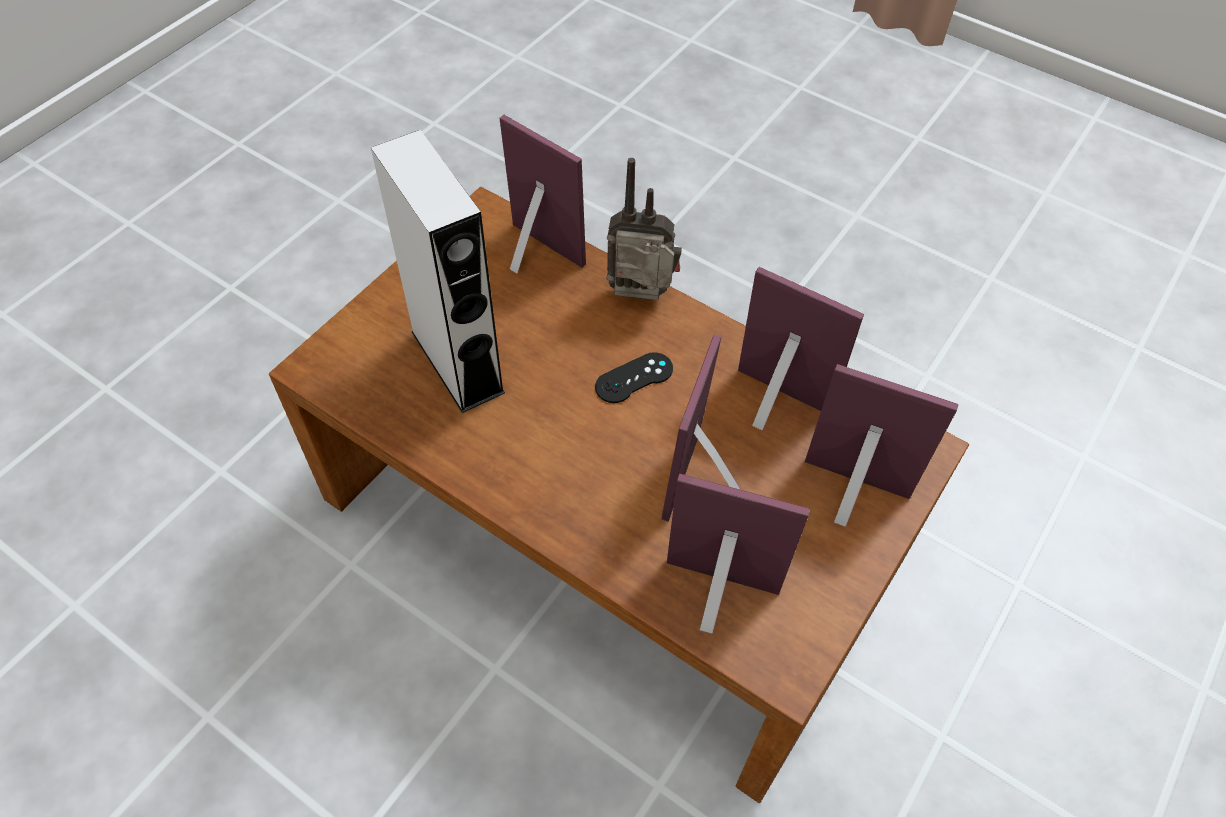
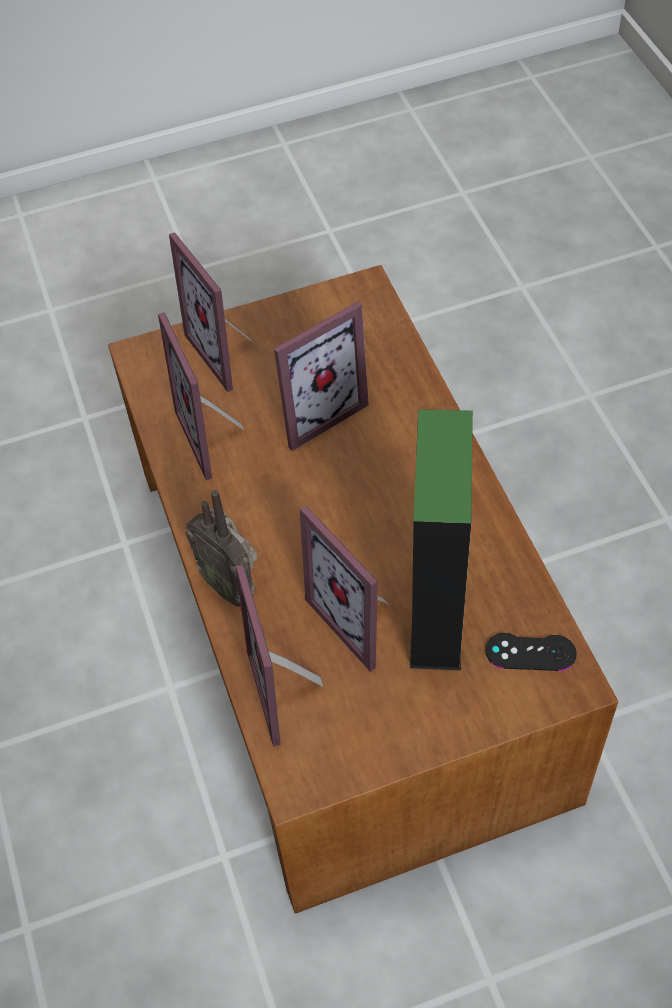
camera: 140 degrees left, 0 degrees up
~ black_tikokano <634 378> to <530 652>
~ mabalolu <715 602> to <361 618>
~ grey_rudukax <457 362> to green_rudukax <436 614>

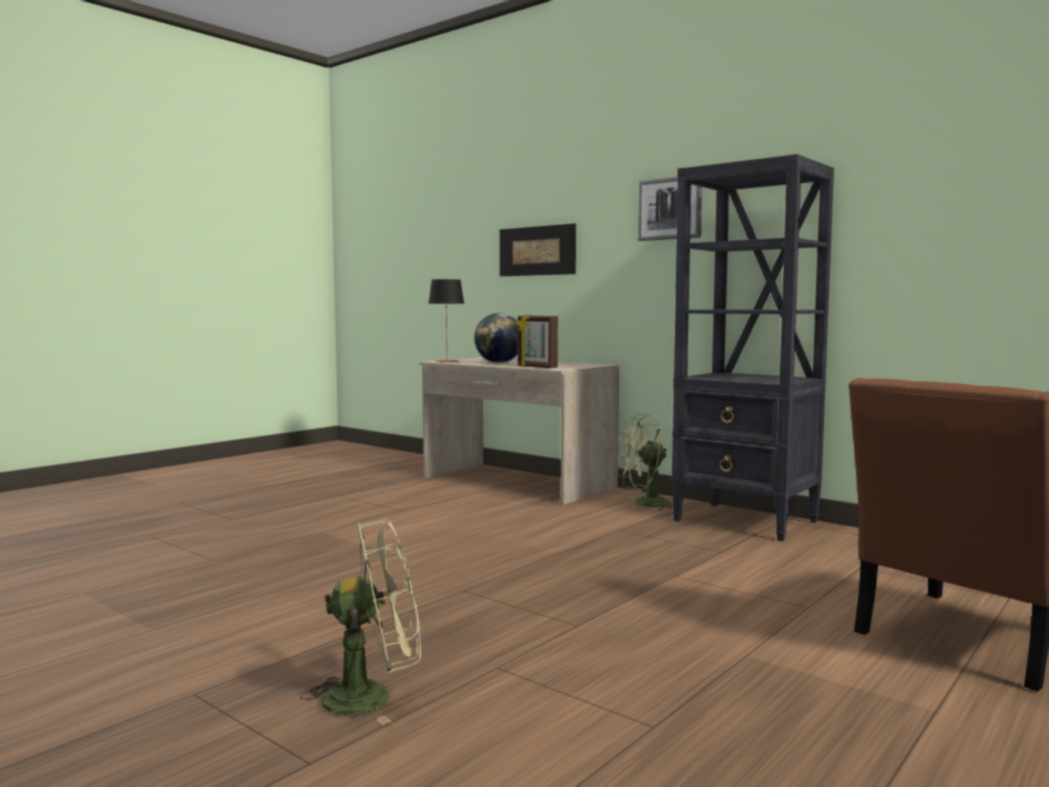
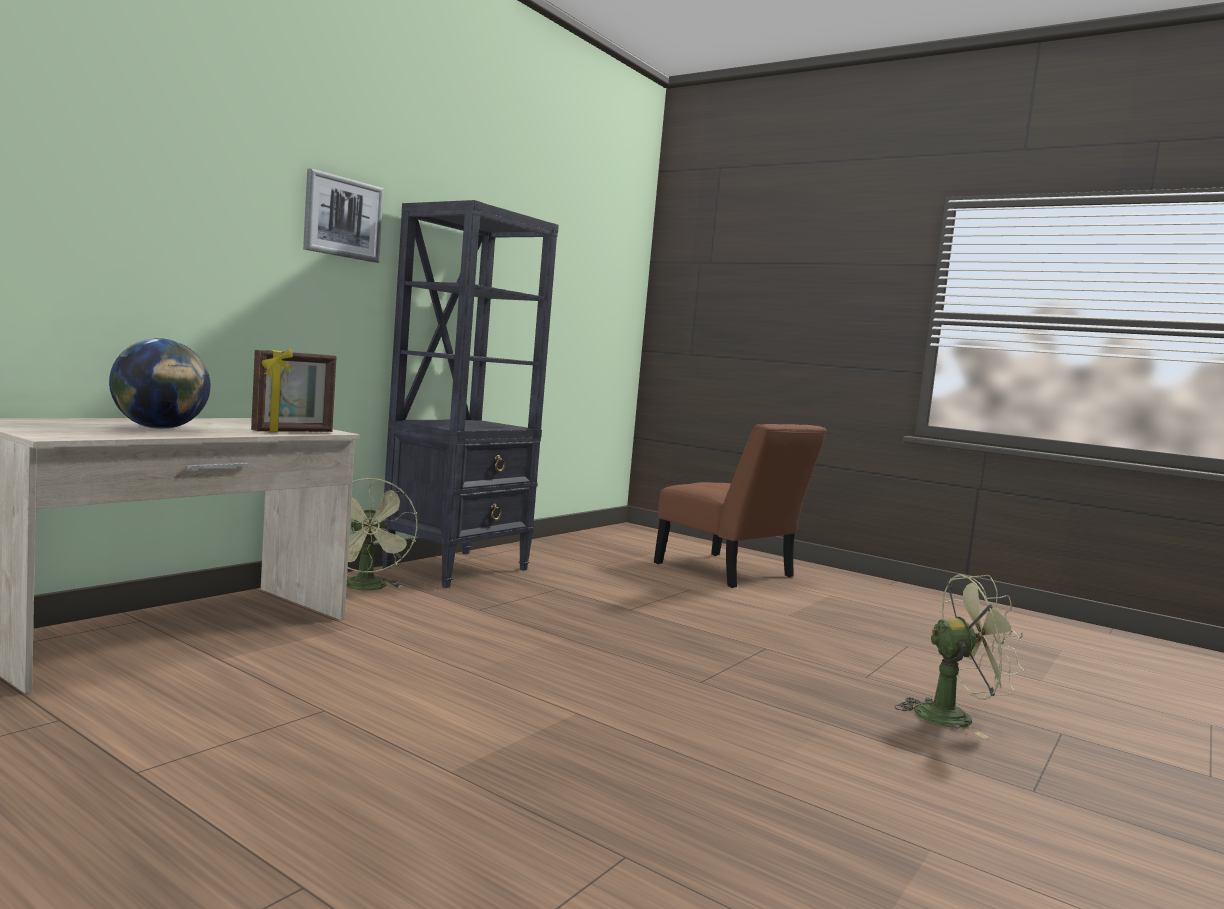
camera: 95 degrees left, 0 degrees up
- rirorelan <447 361>
- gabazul <537 251>
~ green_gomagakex <372 696> = <954 717> 105 degrees clockwise

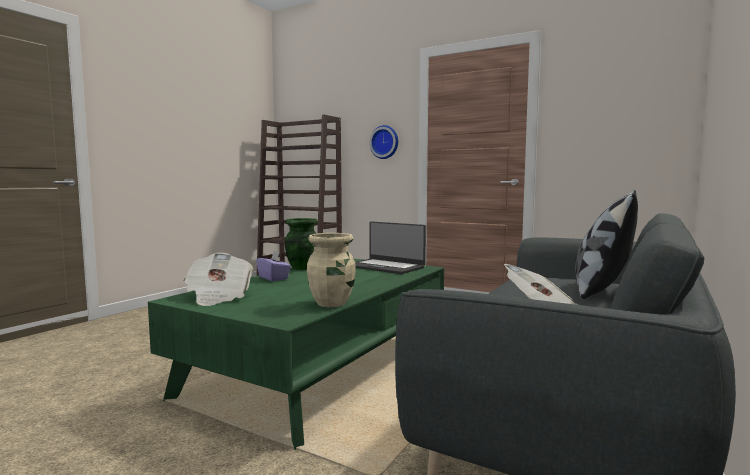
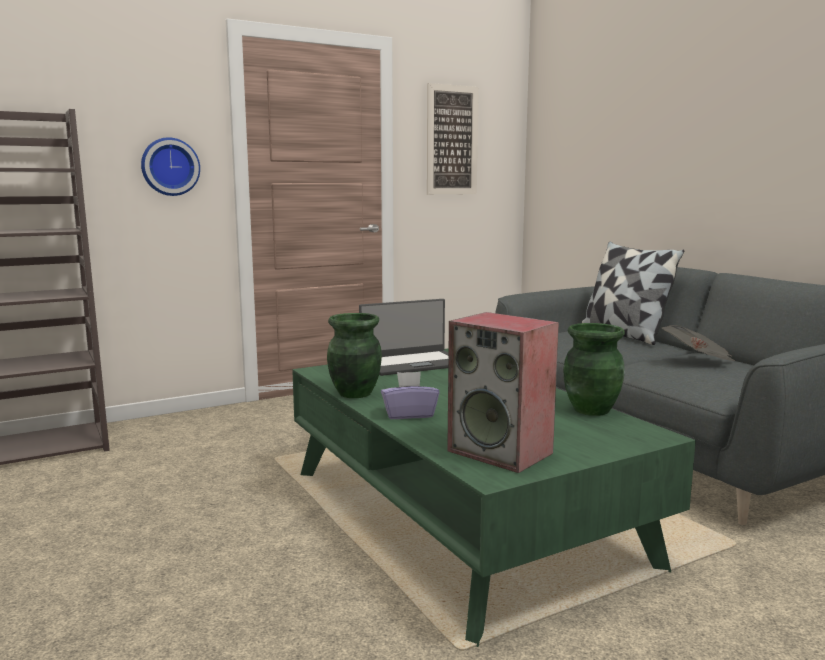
camera: 60 degrees left, 5 degrees up
+ gabazul <452 140>
~ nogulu <218 297> to rudukax <502 452>
~ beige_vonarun <332 303> to green_vonarun <591 410>

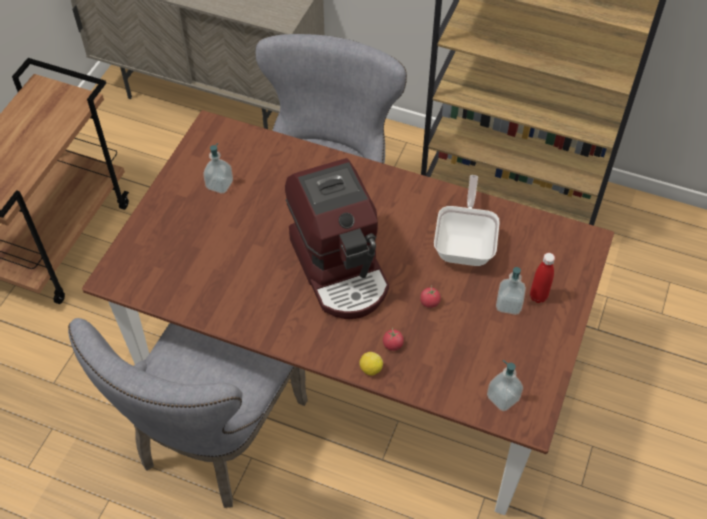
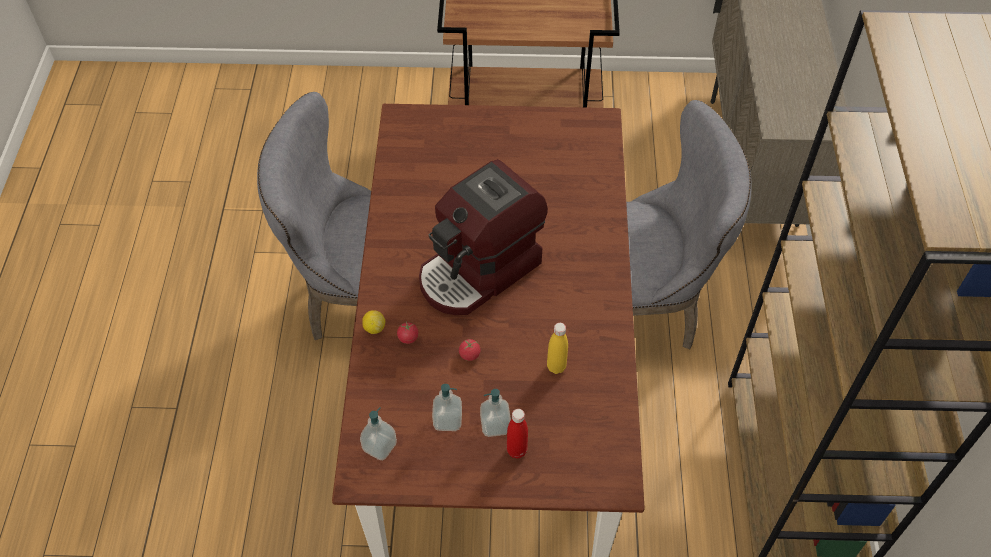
camera: 70 degrees right, 0 degrees up
~ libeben <219 185> to <447 420>
~ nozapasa <465 244> to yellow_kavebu <556 367>

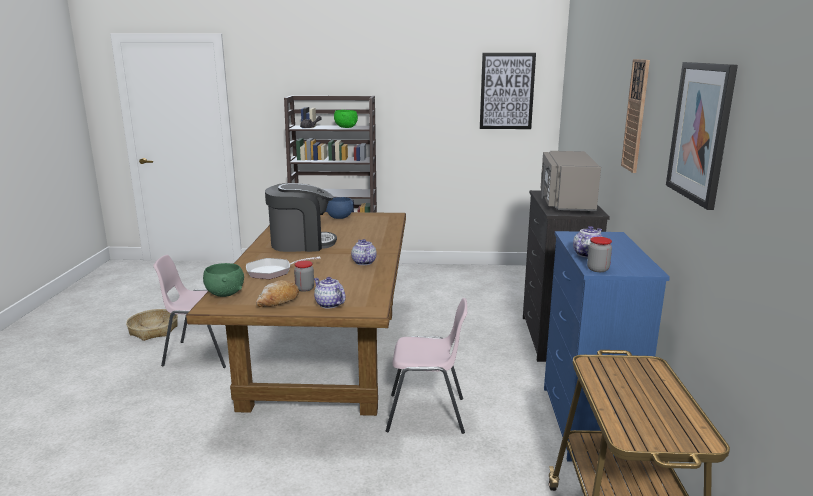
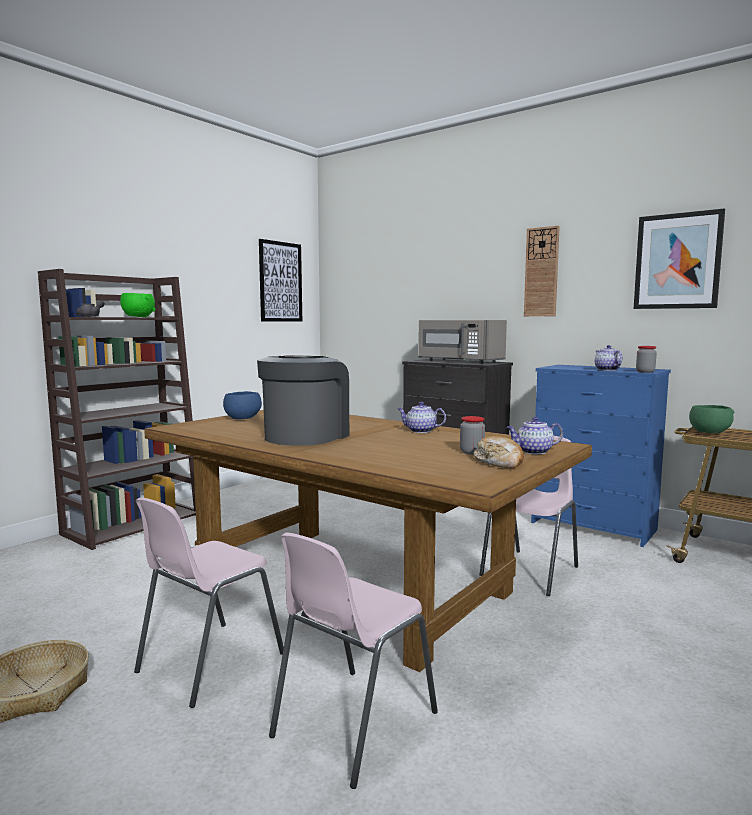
camera: 55 degrees left, 10 degrees down
- nozapasa <273 272>
+ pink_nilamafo <352 724>
~ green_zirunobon <225 294> to <708 433>

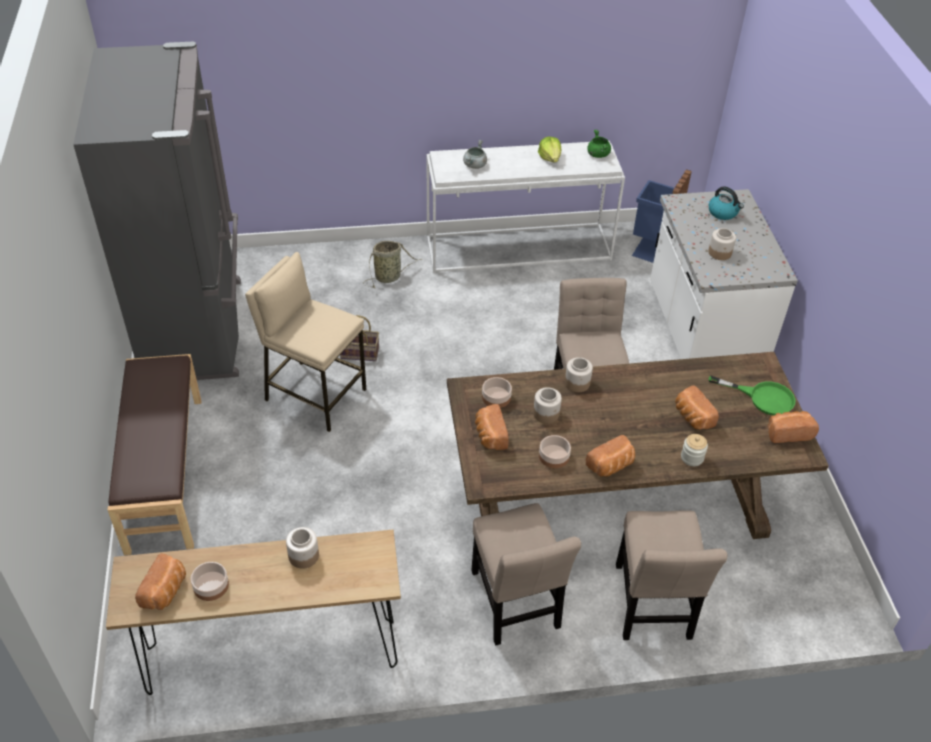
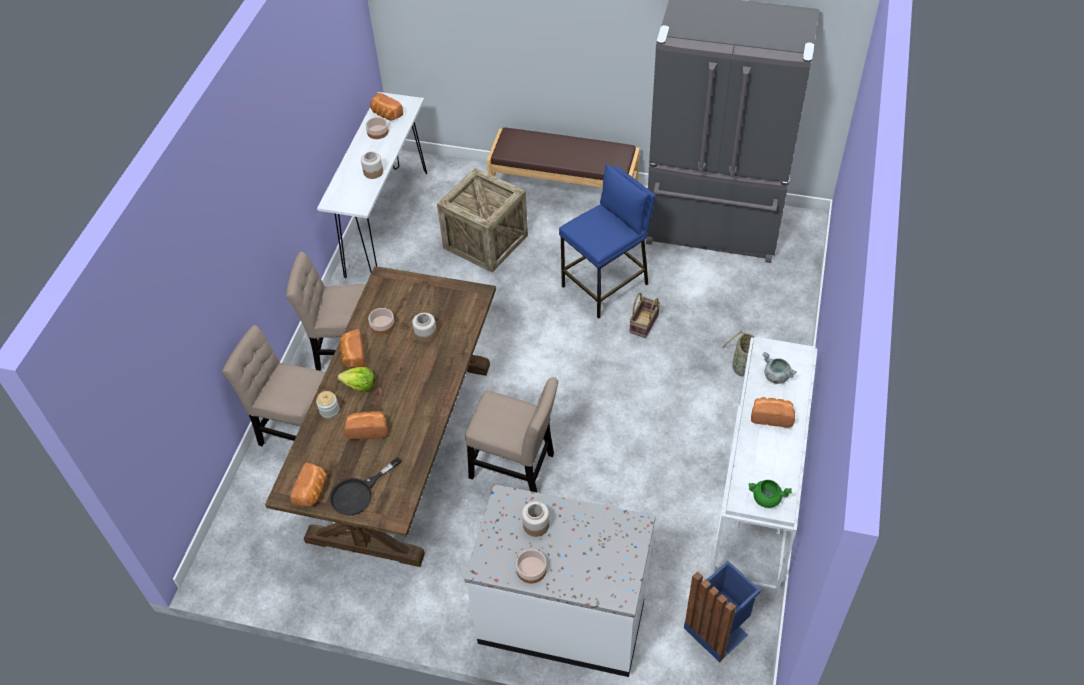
camera: 115 degrees right, 5 degrees up
- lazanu <577 383>
- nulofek <723 212>
+ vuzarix <485 241>
~ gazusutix <489 435> to <771 416>
~ zirunobon <496 397> to <532 570>
~ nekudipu <550 158> to <359 385>
~ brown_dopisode <272 657> to white_dopisode <386 223>
~ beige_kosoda <315 395> to blue_kosoda <606 285>
~ green_nozapasa <762 397> to black_nozapasa <358 493>

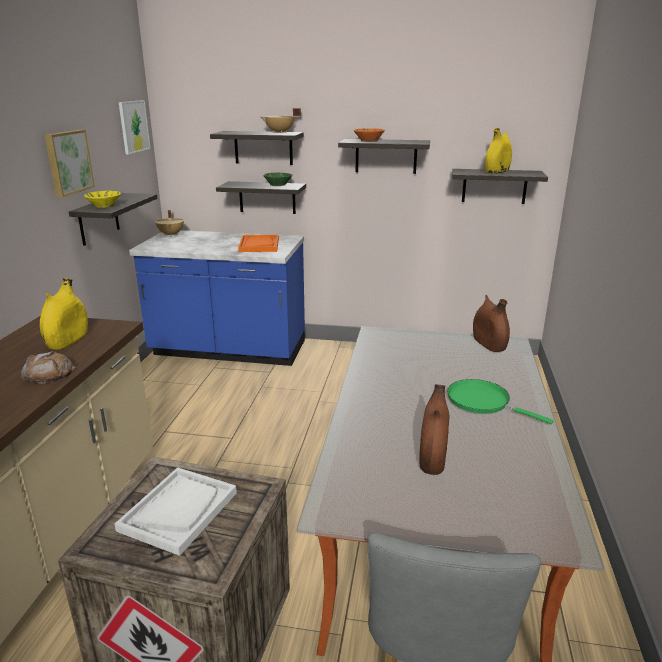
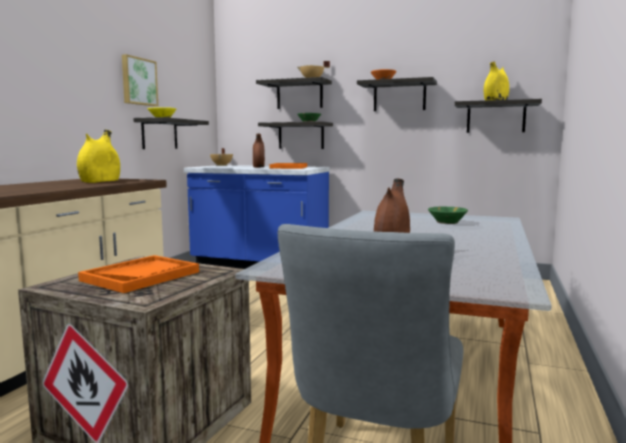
camera: 10 degrees right, 15 degrees down
- gazusutix <48 373>
- gabazul <134 126>
- green_nozapasa <482 402>
+ green_zirunobon <447 222>
~ brown_vonarun <489 344> to <258 167>
~ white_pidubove <179 511> to orange_pidubove <141 276>

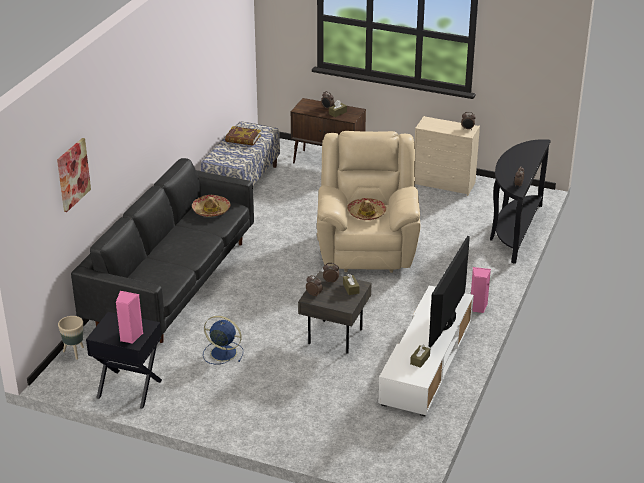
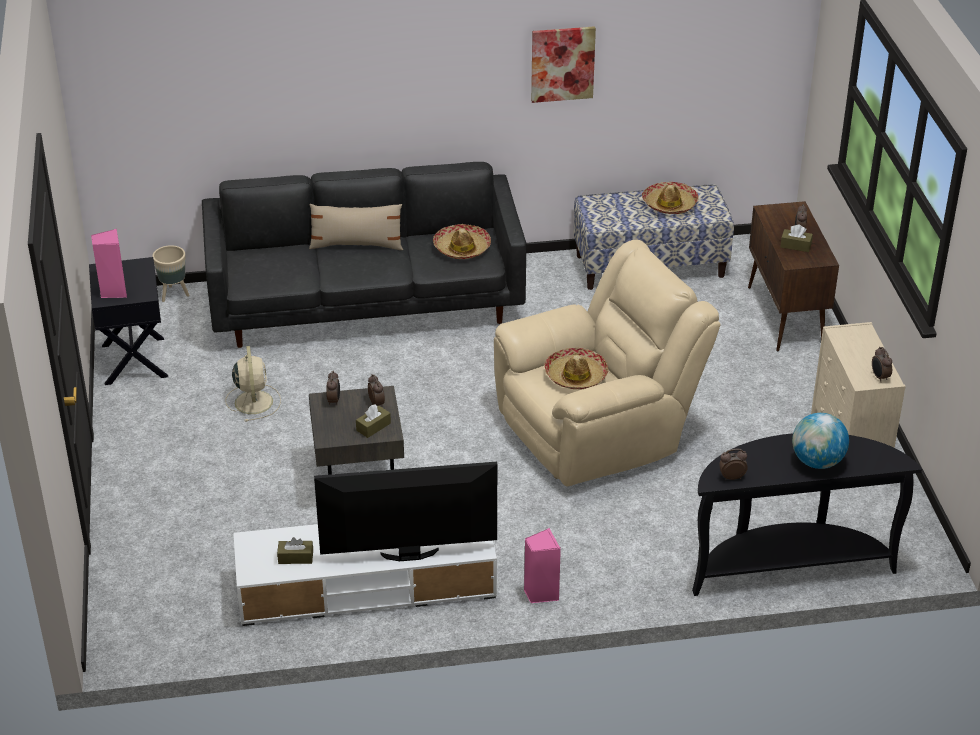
camera: 60 degrees right, 5 degrees up
+ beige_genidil <356 245>
+ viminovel <817 462>
~ gabazul <73 174> to <562 63>
~ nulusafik <243 139> to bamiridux <669 204>
~ blue_gomagakex <222 353> to beige_gomagakex <253 401>

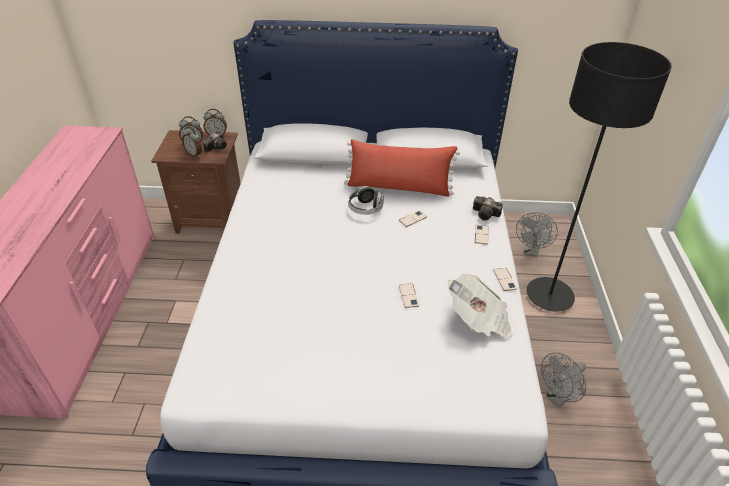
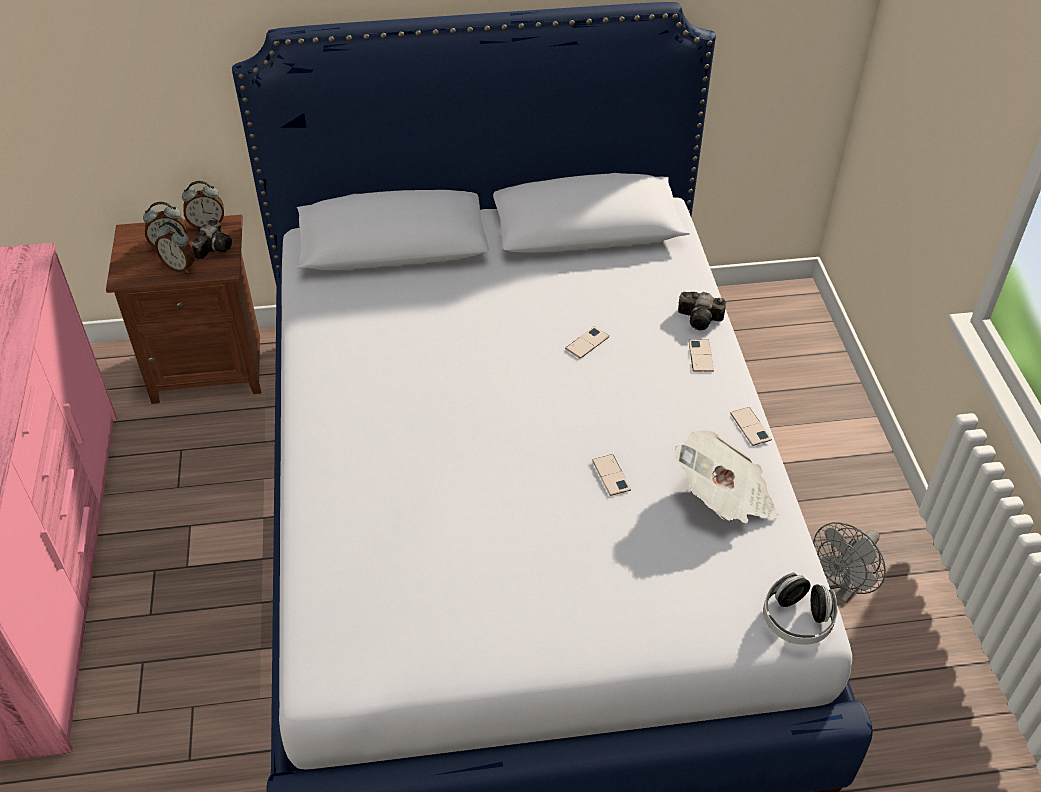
camera: 10 degrees left, 5 degrees up
- red_genidil <399 187>
- grey_gomagakex <531 251>
- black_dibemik <549 296>
~ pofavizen <365 208> to <796 620>

